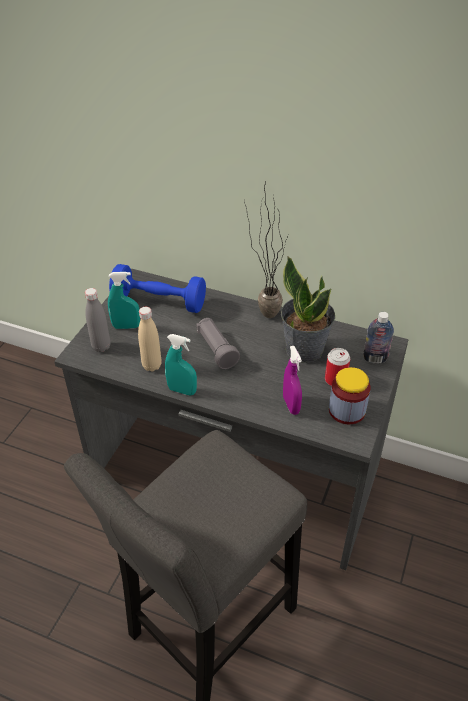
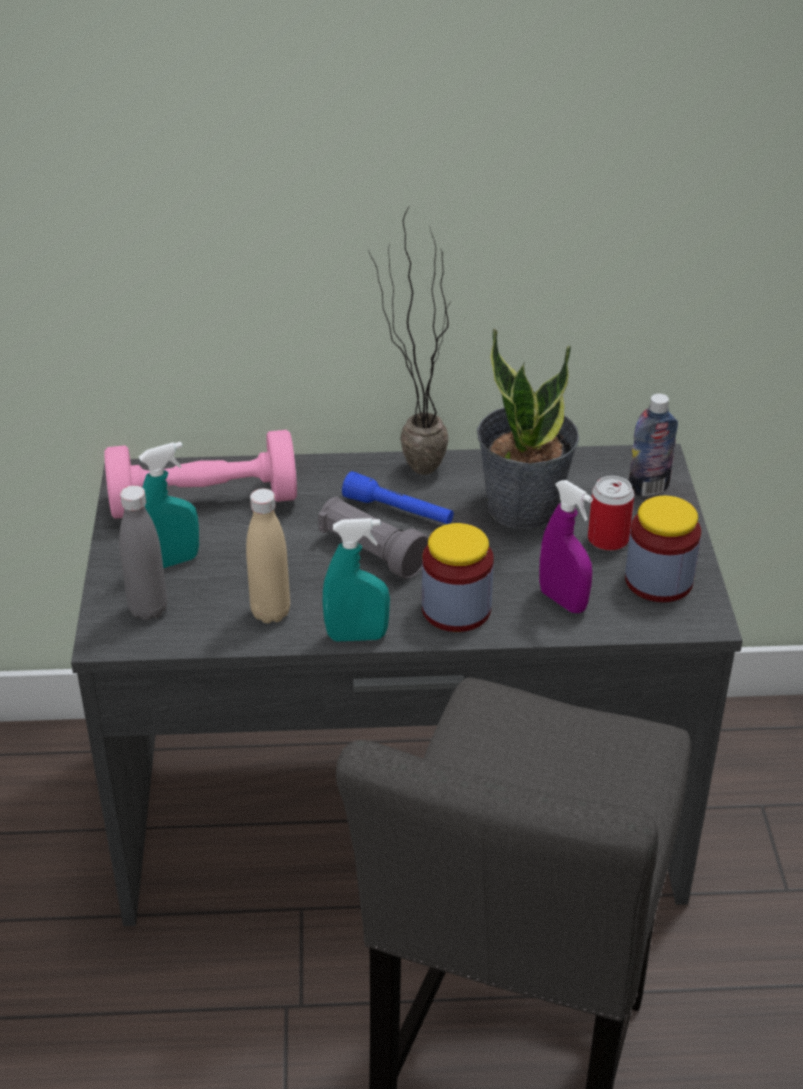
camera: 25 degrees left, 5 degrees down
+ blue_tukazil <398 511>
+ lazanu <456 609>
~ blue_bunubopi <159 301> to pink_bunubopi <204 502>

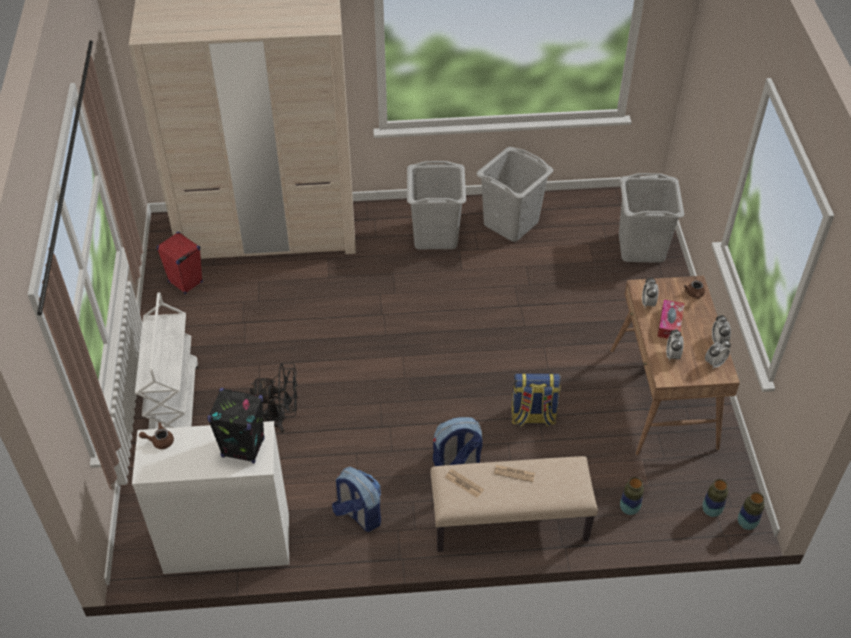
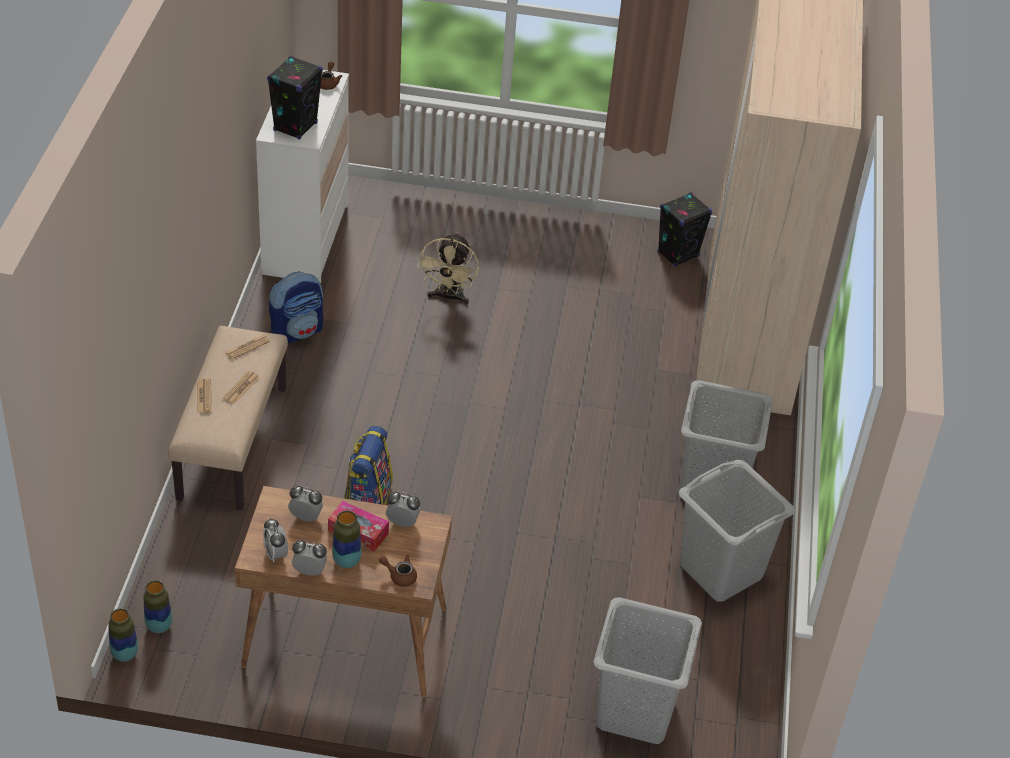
camera: 100 degrees right, 5 degrees down
- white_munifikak <174 402>
- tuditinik <456 462>
+ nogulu <204 397>
~ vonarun <629 508> to <346 561>
~ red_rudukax <185 282> to black_rudukax <678 254>
~ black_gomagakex <281 417> to beige_gomagakex <448 297>

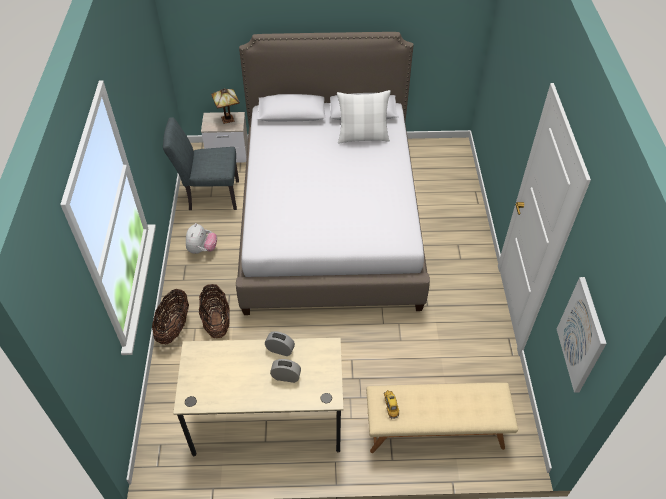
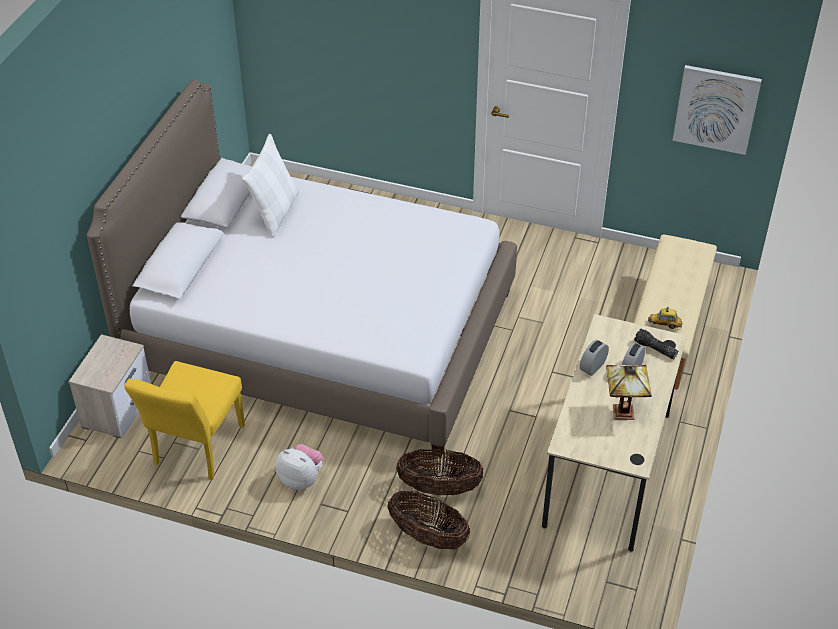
camera: 70 degrees left, 5 degrees down
+ tukazil <654 349>
~ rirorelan <228 118> to <622 410>
~ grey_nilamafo <209 195> to yellow_nilamafo <195 450>

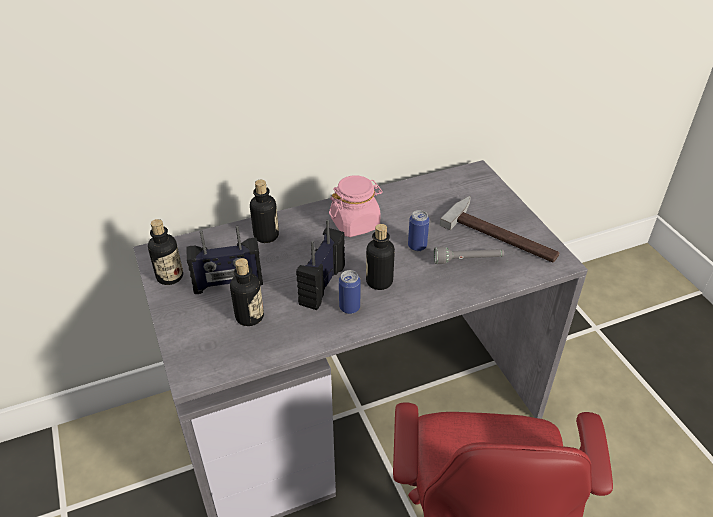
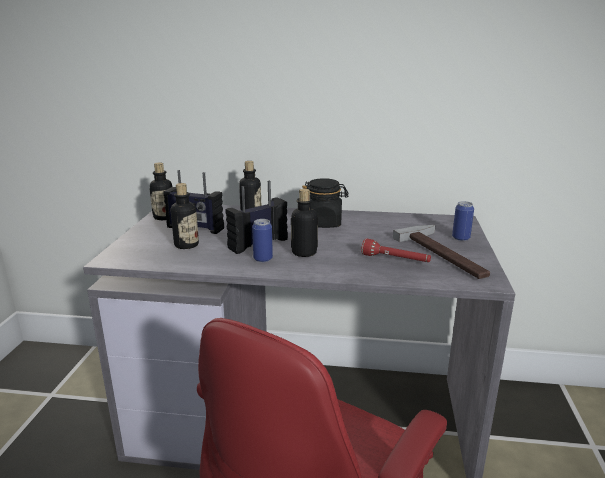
camera: 30 degrees right, 20 degrees down
~ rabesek <417 246> to <461 238>
~ pink_lazanu <355 224> to black_lazanu <323 223>
~ grey_tukazil <468 260> to red_tukazil <395 260>

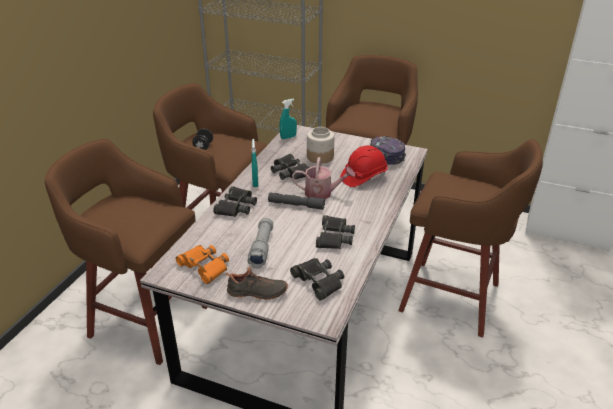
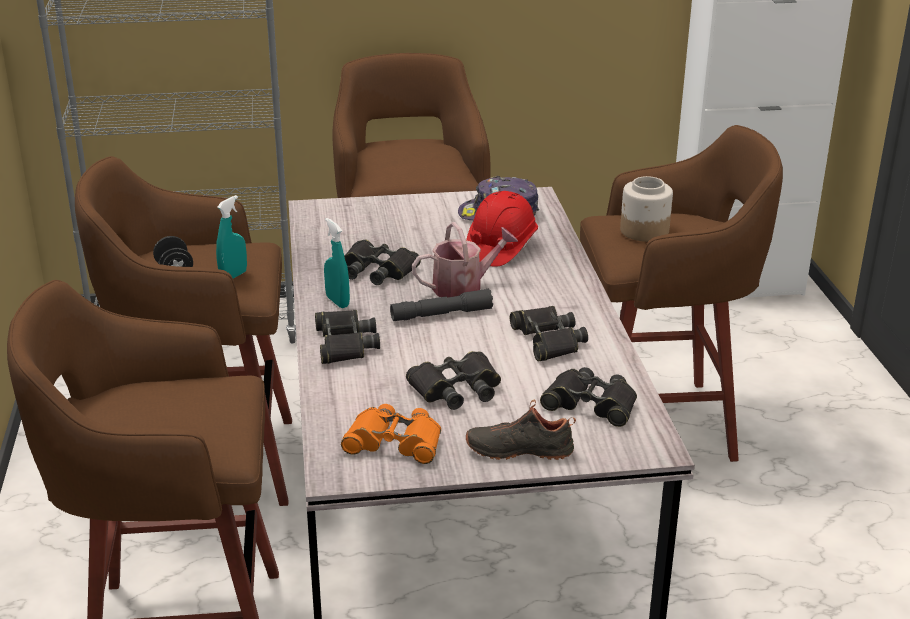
camera: 30 degrees left, 5 degrees down
~ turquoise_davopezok <288 137> to <233 276>
~ lazanu <320 157> to <644 231>
~ grey_tukazil <261 248> to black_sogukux <456 389>
~ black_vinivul <257 293> = <519 449> 150 degrees counterclockwise

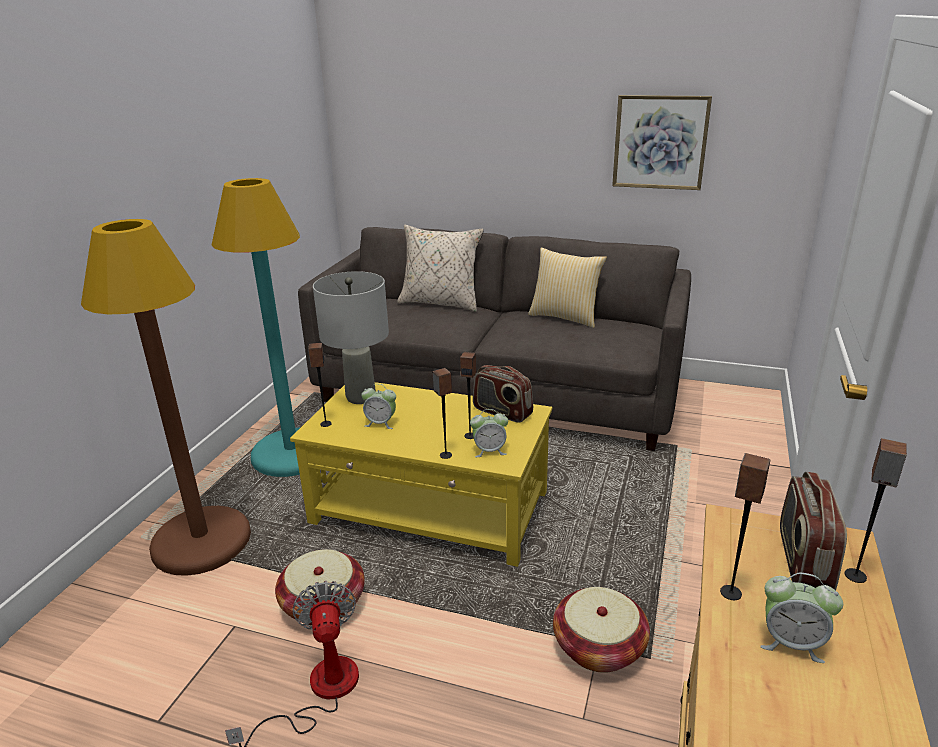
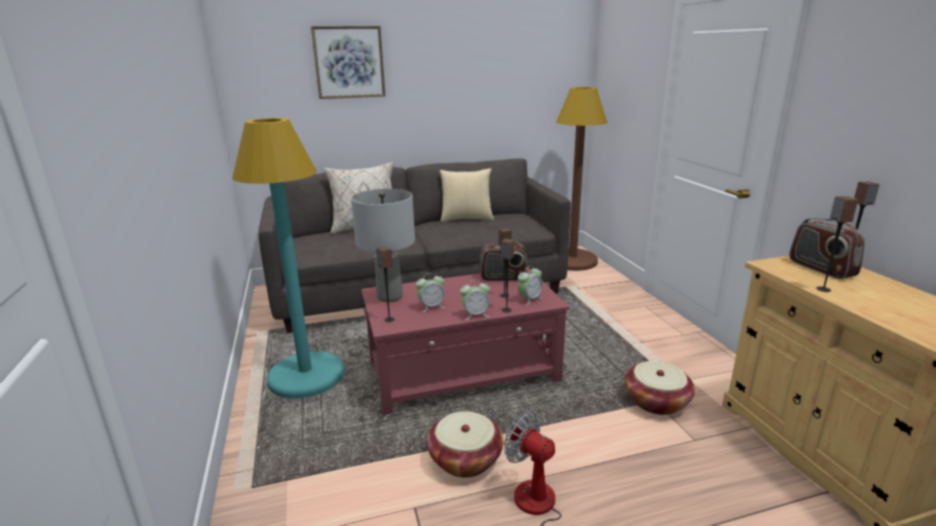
camera: 35 degrees left, 5 degrees down
~ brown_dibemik <202 541> to <572 261>
~ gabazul <660 142> to <349 62>
~ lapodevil <791 643> to <475 315>
~ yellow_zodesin <431 508> to red_zodesin <463 370>

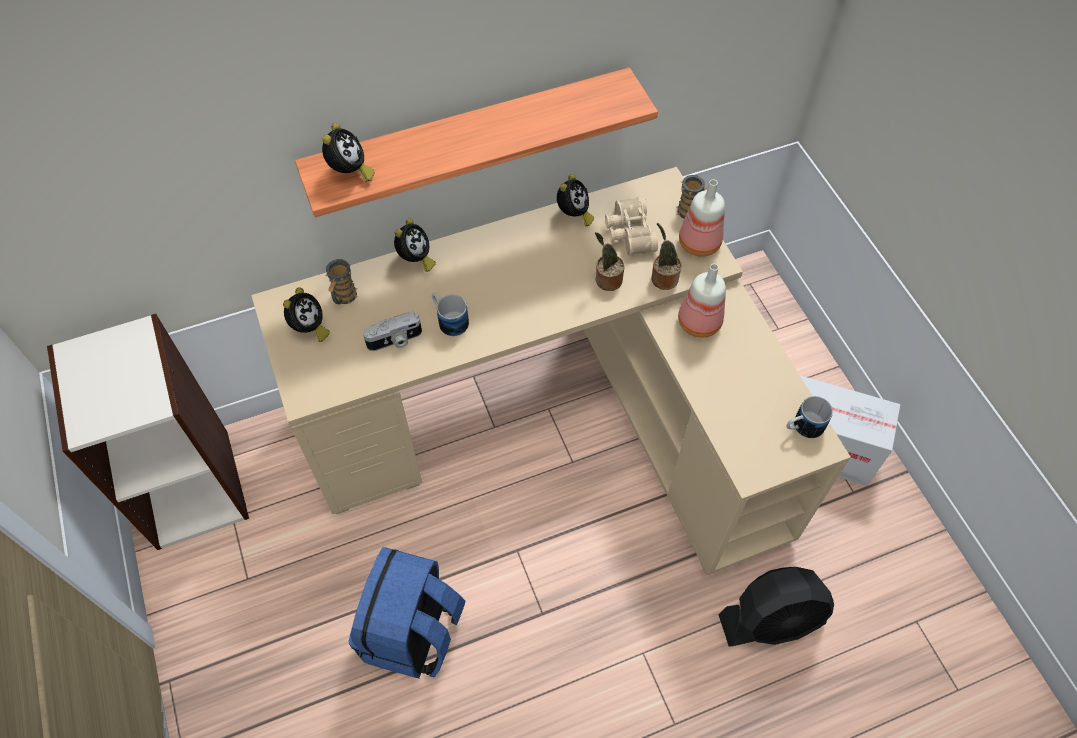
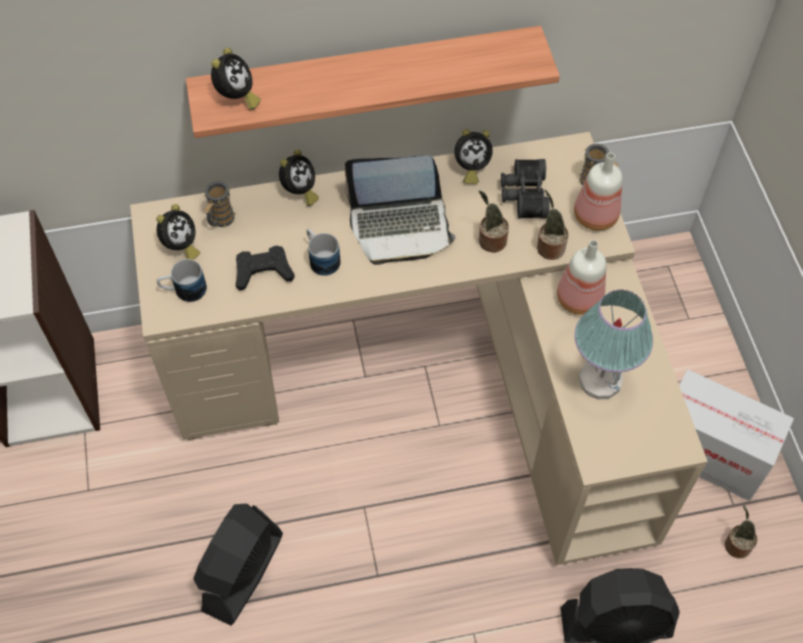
camera: 10 degrees right, 0 degrees up
+ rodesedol <400 226>
+ rirorelan <599 380>
+ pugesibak <736 544>
~ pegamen <802 427> to <184 291>
~ blue_tuditinik <413 633> to black_gomagakex <242 572>
~ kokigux <395 340> to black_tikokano <263 271>
~ beige_sogukux <628 233> to black_sogukux <523 195>
~ lapodevil <574 215> = <470 168> 45 degrees clockwise

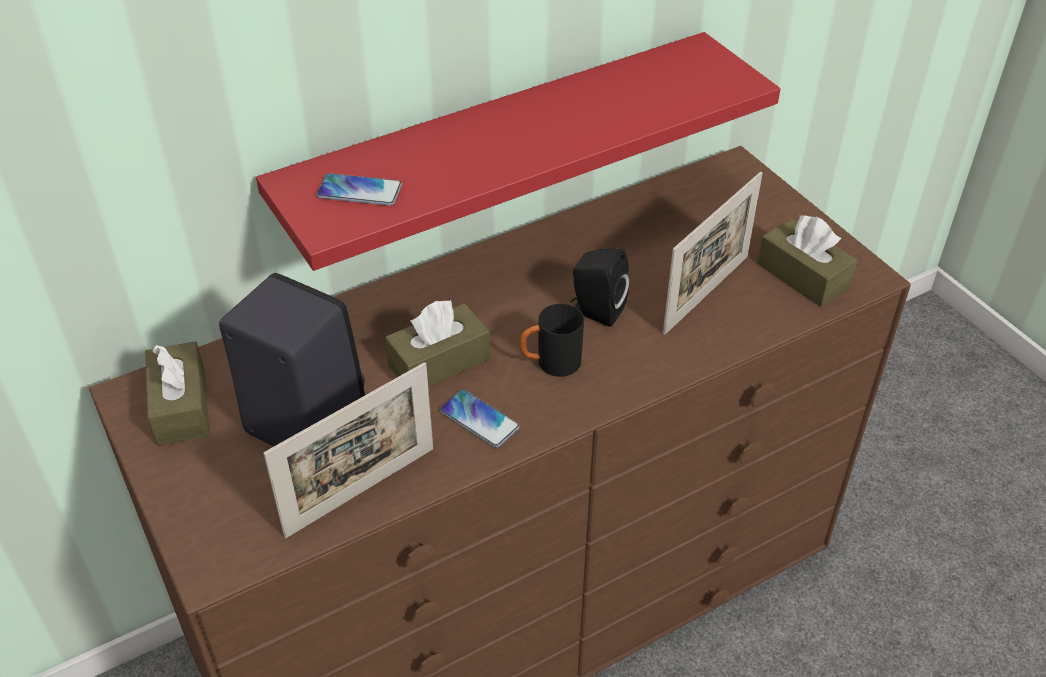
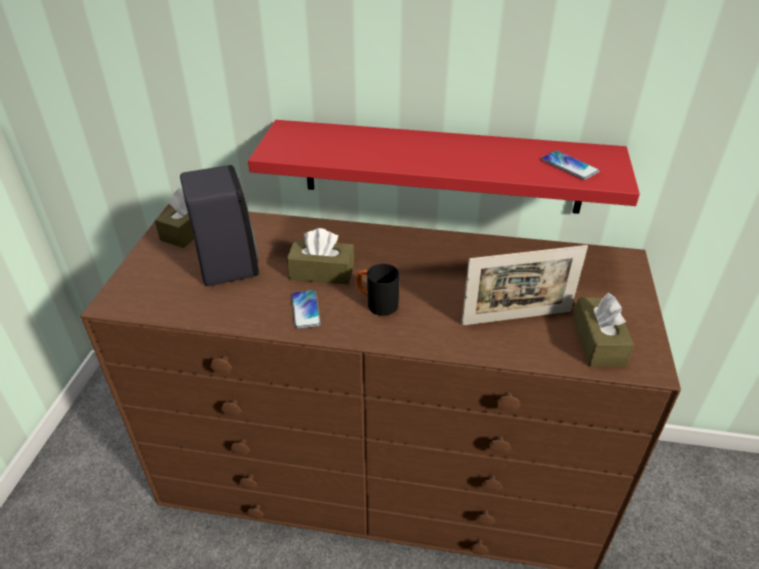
camera: 40 degrees right, 5 degrees down
- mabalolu <361 491>
- black_rudukax <595 311>
~ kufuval <359 191> to <569 166>

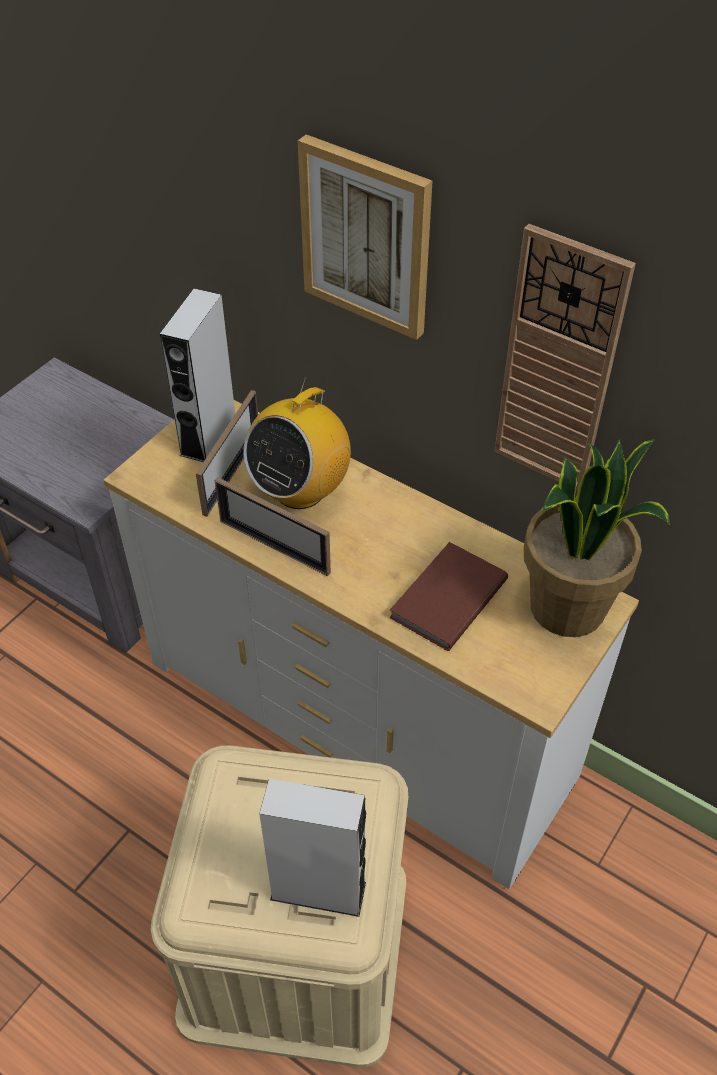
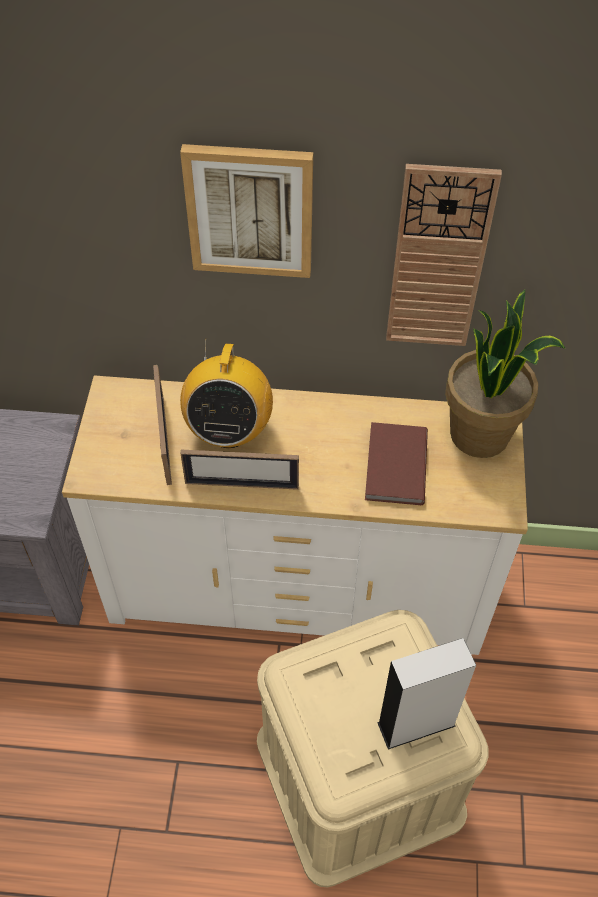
camera: 30 degrees left, 5 degrees up
- grey_rudukax <208 435>

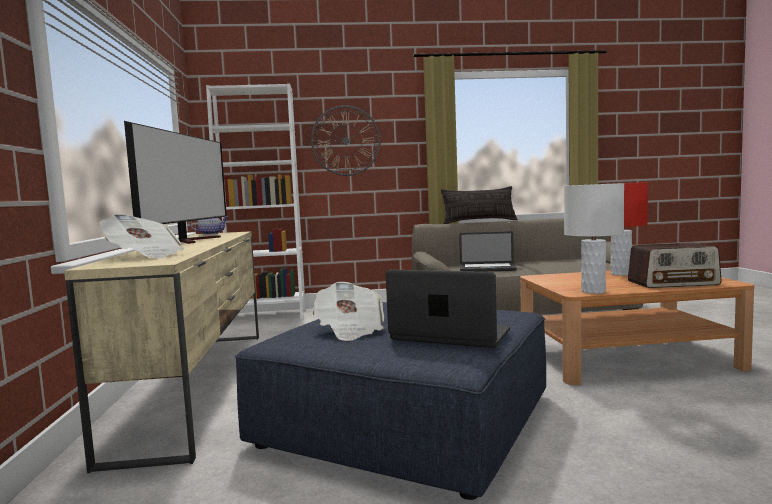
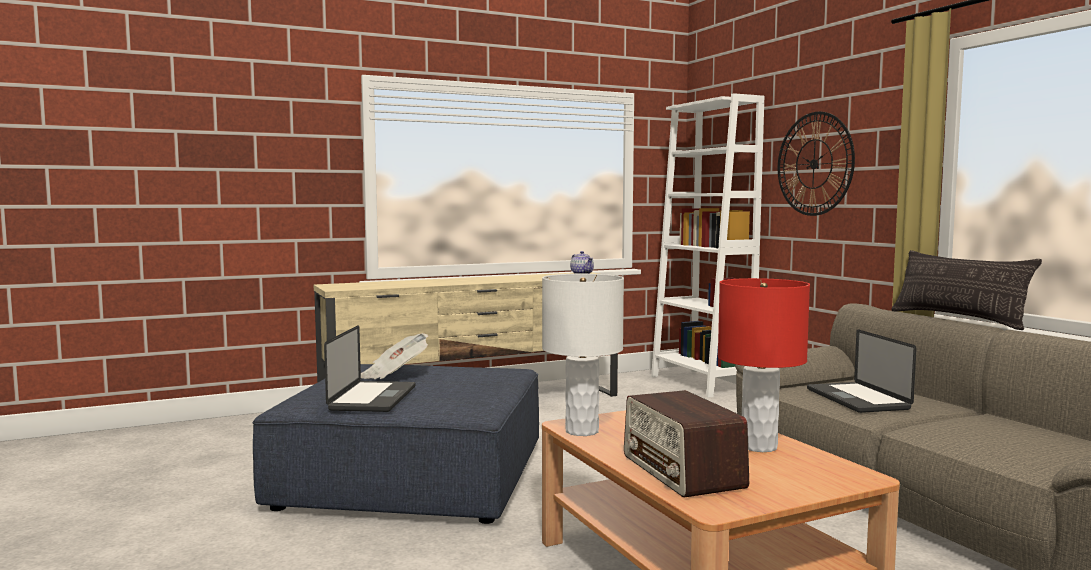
camera: 70 degrees right, 0 degrees up
- nogulu <144 256>
- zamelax <193 240>

